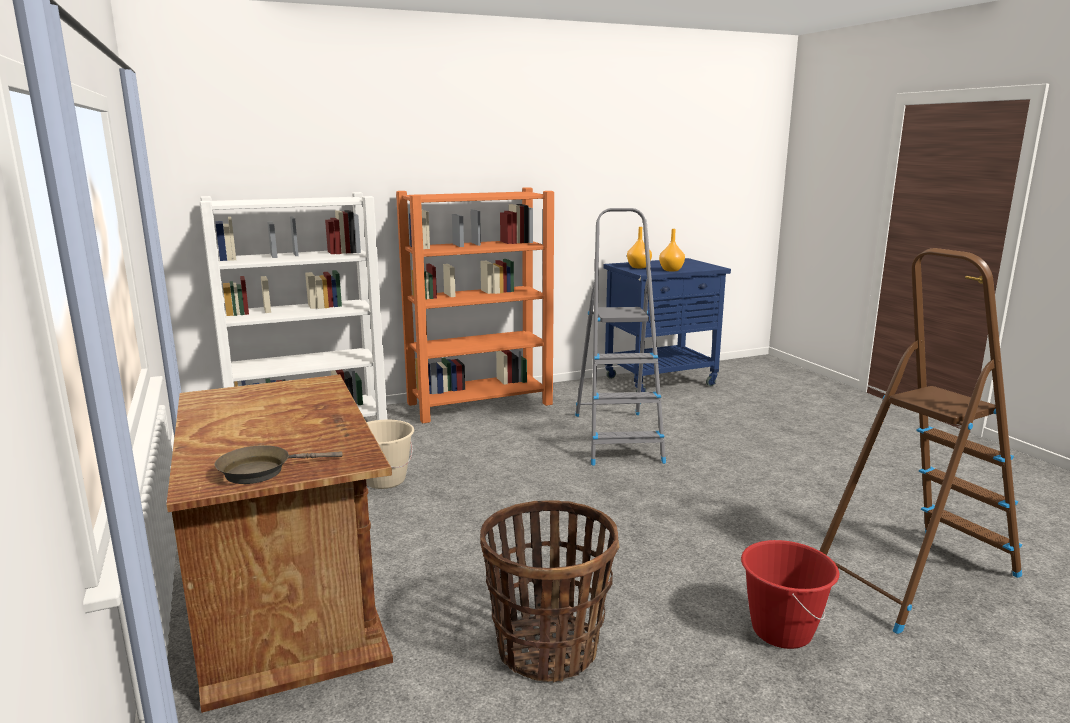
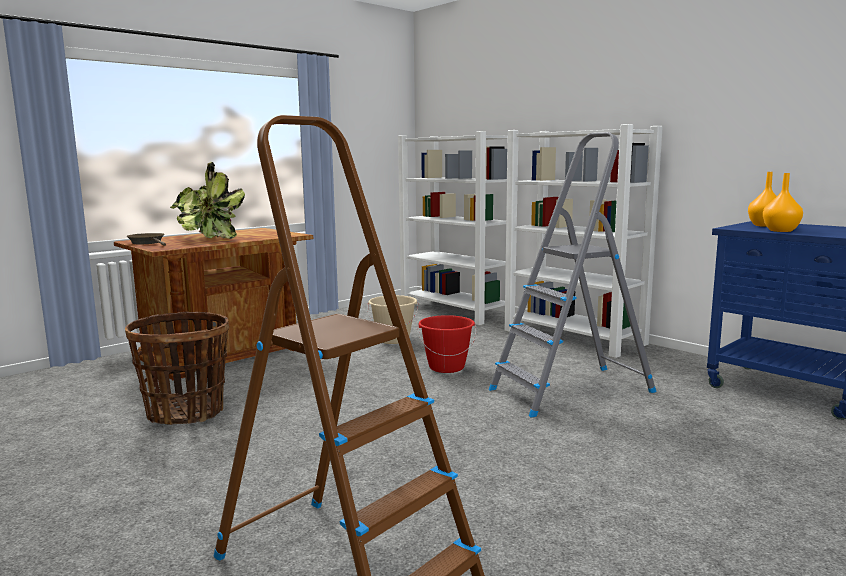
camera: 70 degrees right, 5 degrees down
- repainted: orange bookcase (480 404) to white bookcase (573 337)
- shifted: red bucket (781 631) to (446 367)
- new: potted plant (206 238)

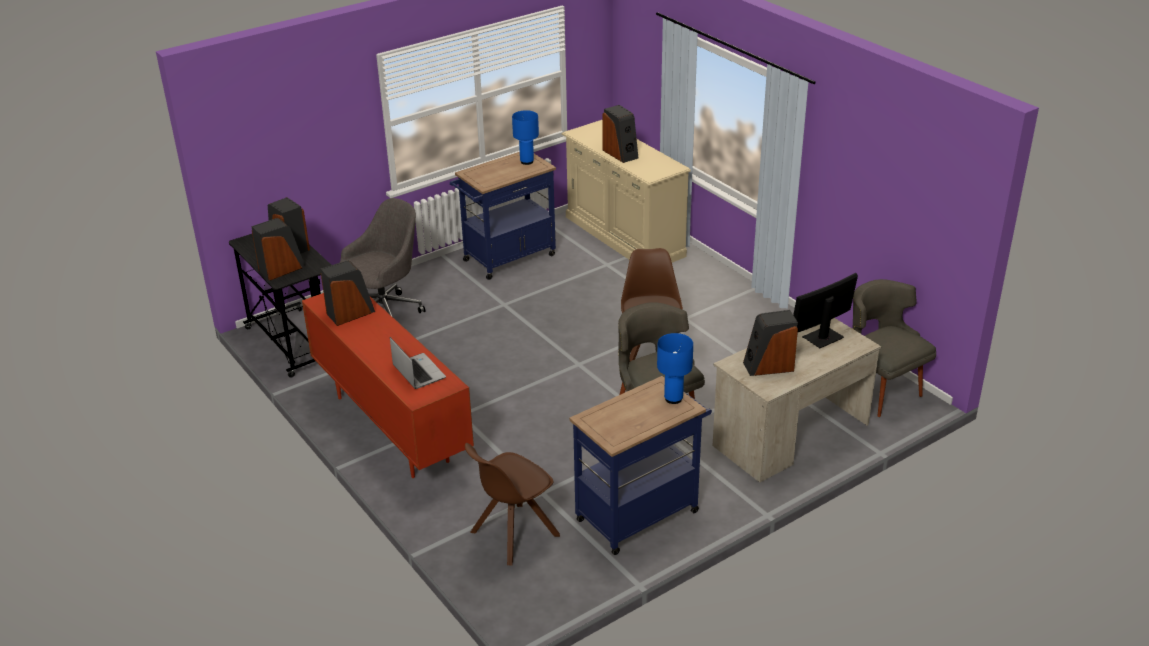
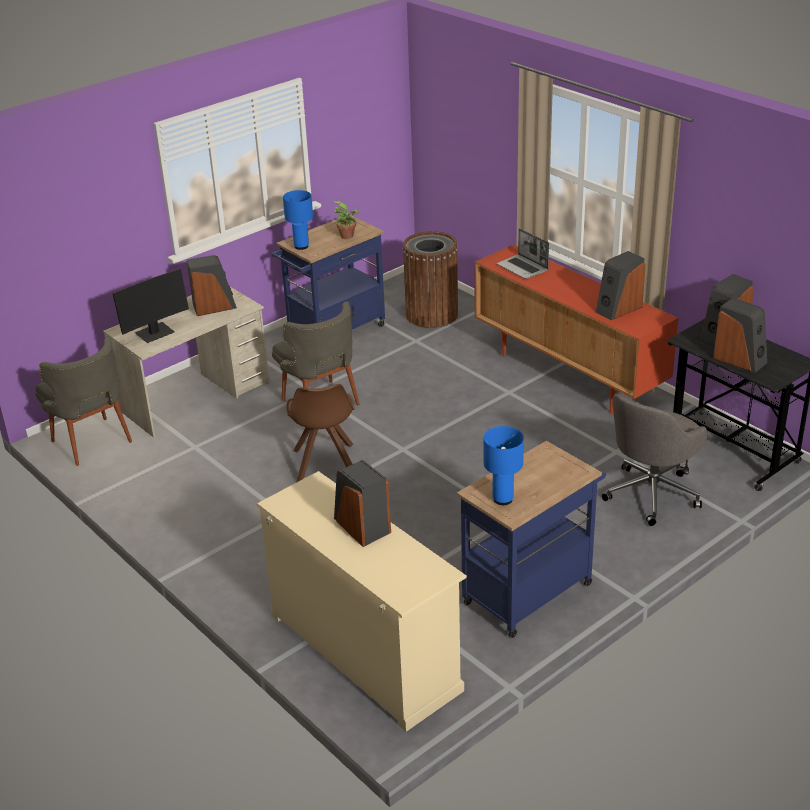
camera: 175 degrees right, 0 degrees up
- swapped: brown chair (513 534) to brown trash can (432 315)
- new: potted plant (348 236)

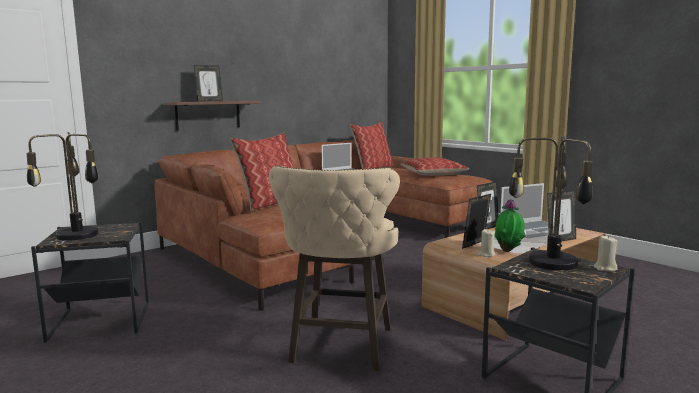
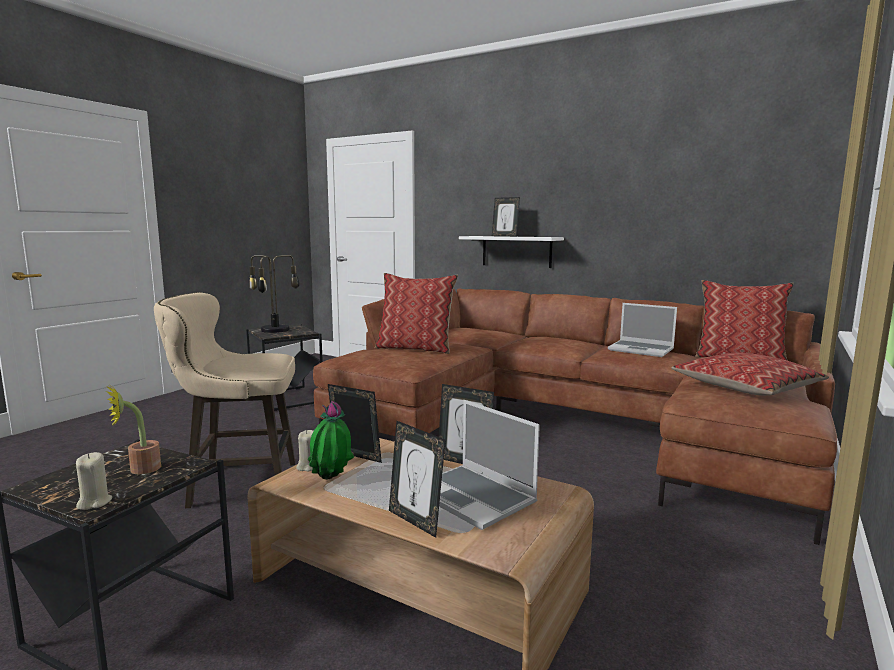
camera: 70 degrees right, 0 degrees up
- repainted: brown shelf (208 115) to white shelf (516 251)
- swapped: table lamp (551 262) to potted plant (139 470)

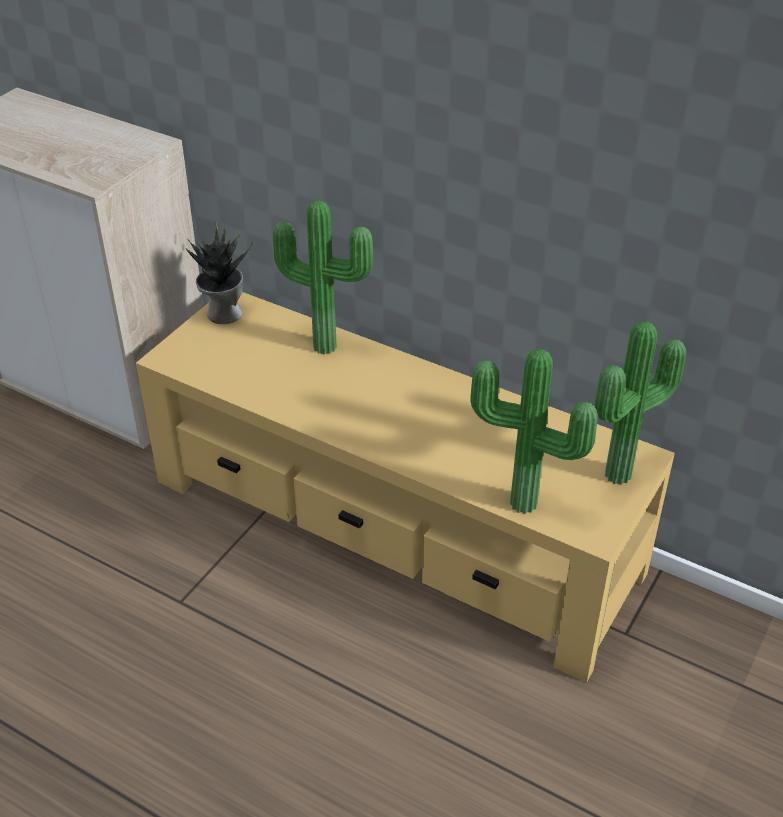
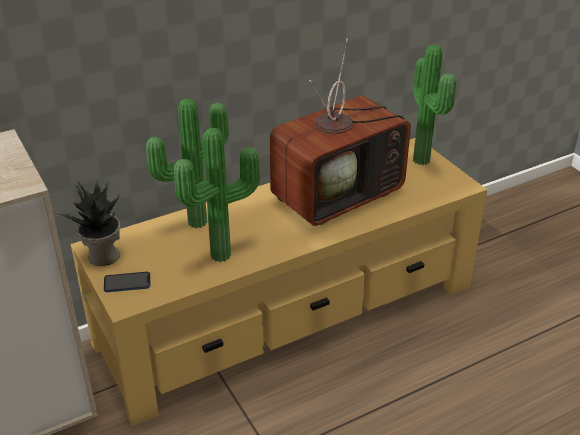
camera: 60 degrees left, 5 degrees down
- shifted: potted plant (522 507) to (223 257)
- new: phone (127 283)
- new: television (338 193)

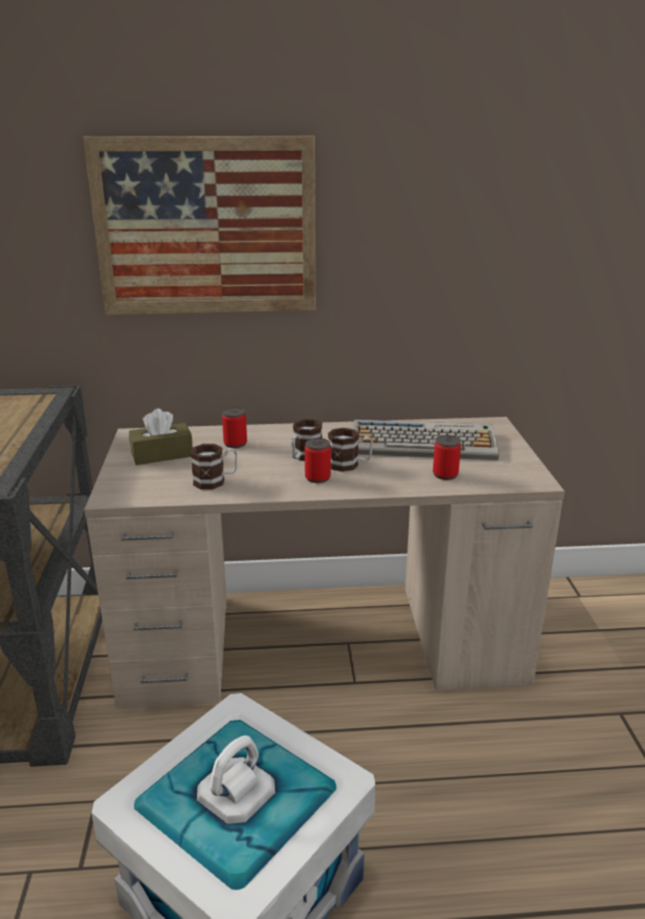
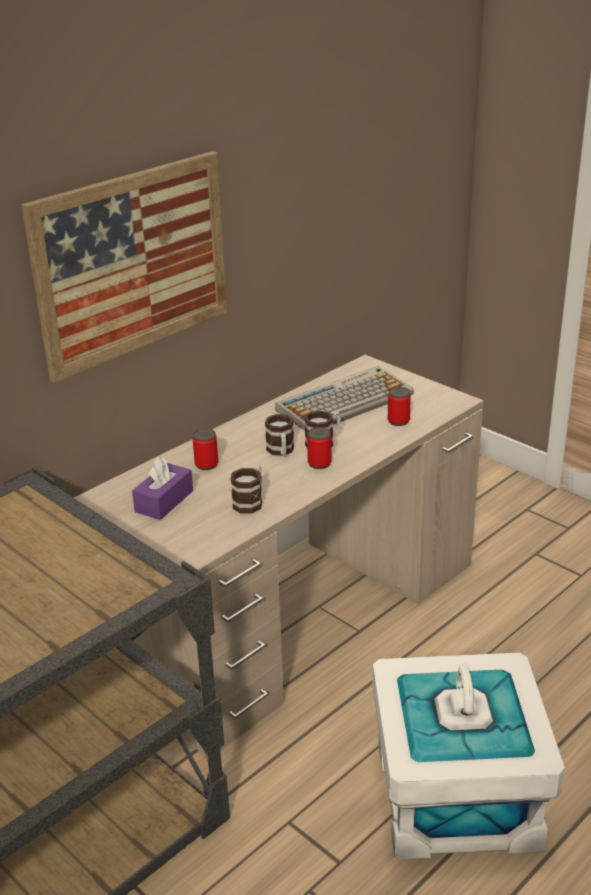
camera: 40 degrees left, 5 degrees up
- repainted: brown tissue box (162 454) to purple tissue box (164 501)

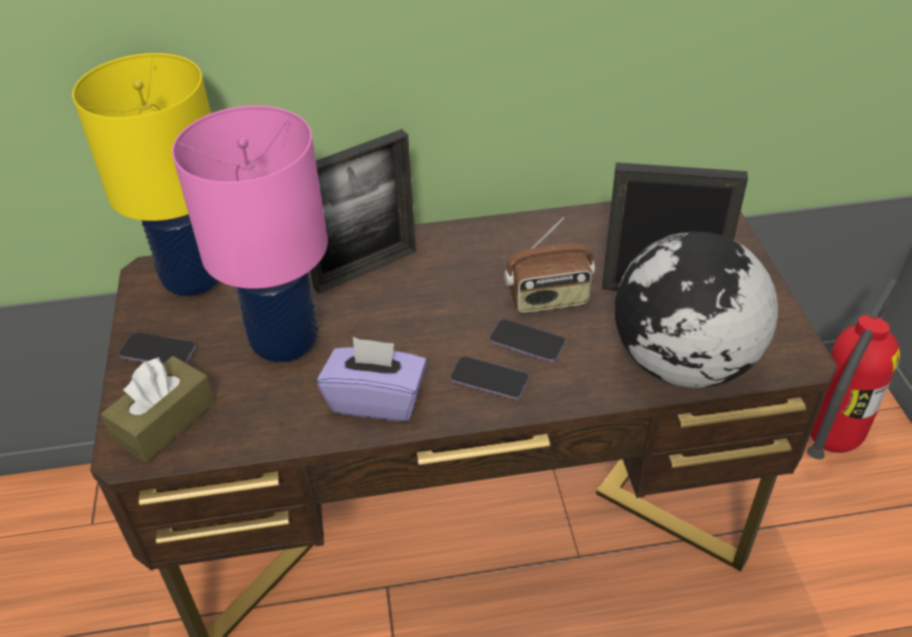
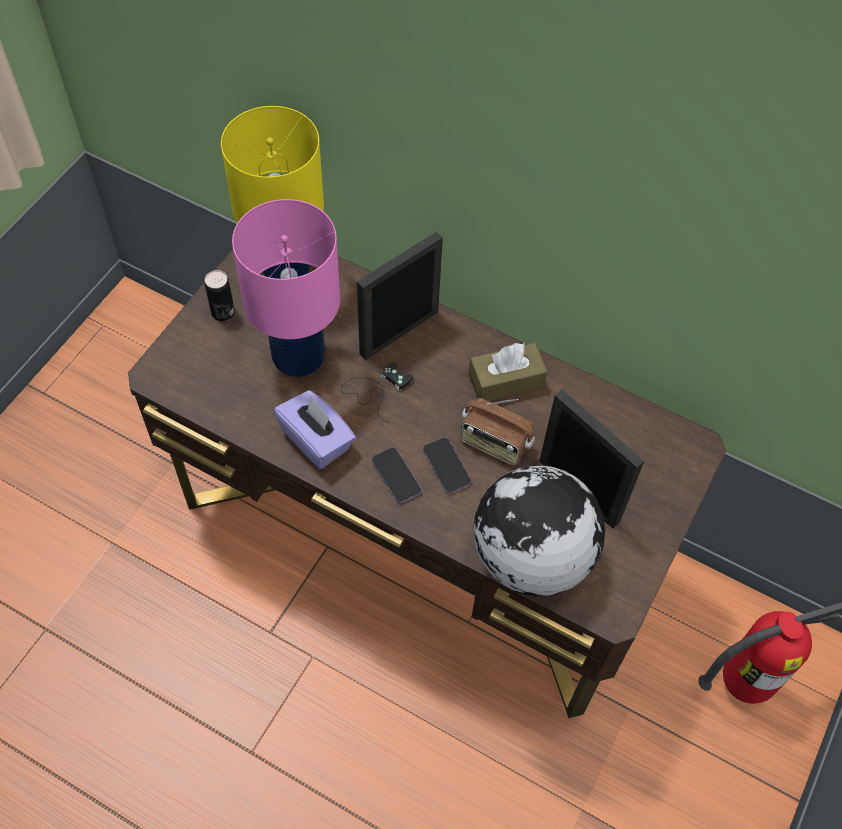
camera: 35 degrees right, 15 degrees up
- shifted: brown tissue box (164 421) to (506 381)
- swapped: phone (158 352) to can (223 312)
- rotated: picture frame (365 269) = (399 333) 135 degrees clockwise
- new: black game controller (376 390)

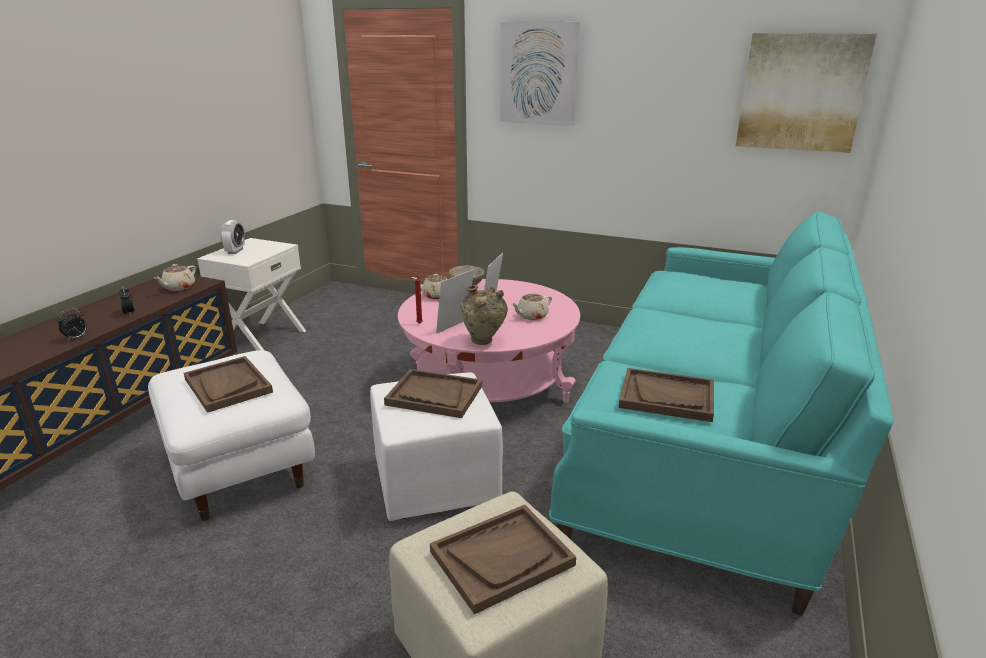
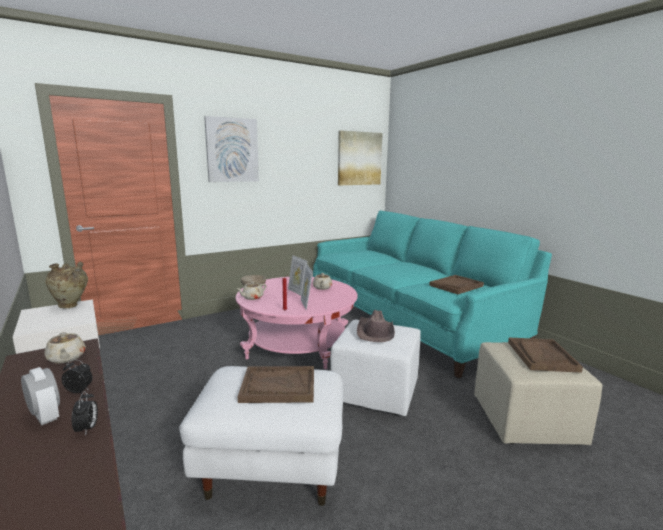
camera: 55 degrees left, 10 degrees down
- shifted: alarm clock (235 251) to (45 416)
- swapped: brown tray (434 395) to brown hat (375 331)
- shifted: beige vase (483 342) to (71 306)

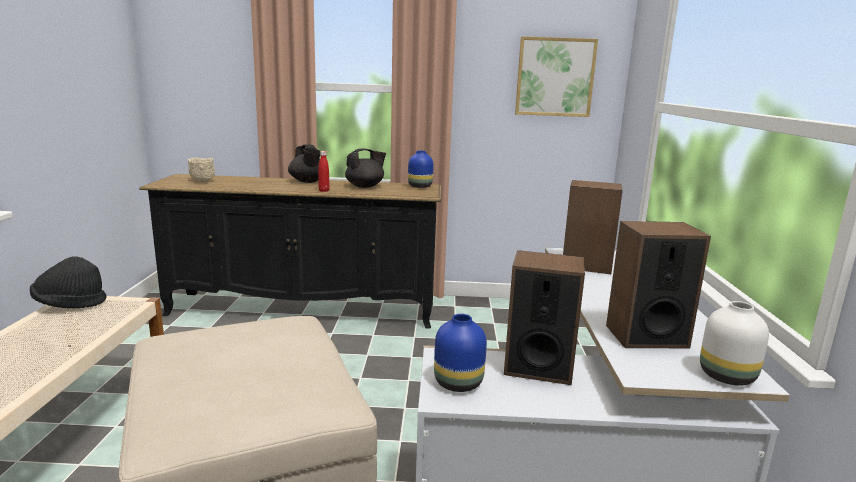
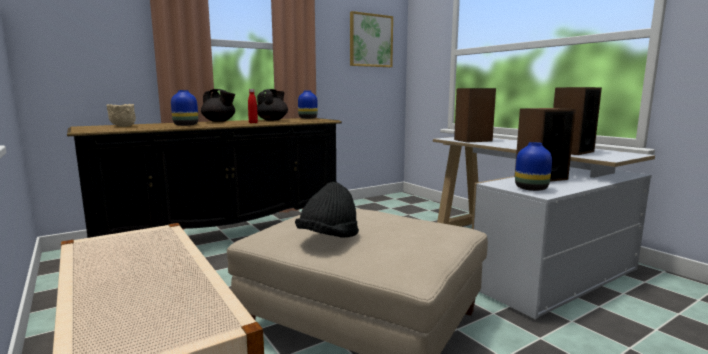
camera: 35 degrees left, 5 degrees down
- shifted: black hat (70 304) to (328 238)
- gone: white vase (725 375)
- new: blue vase (186 125)

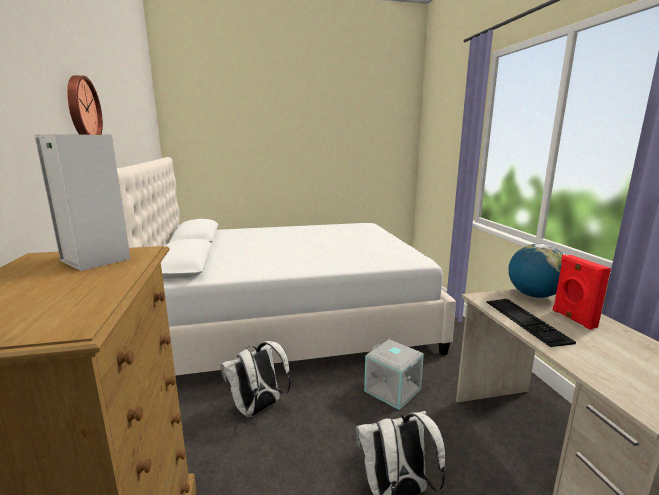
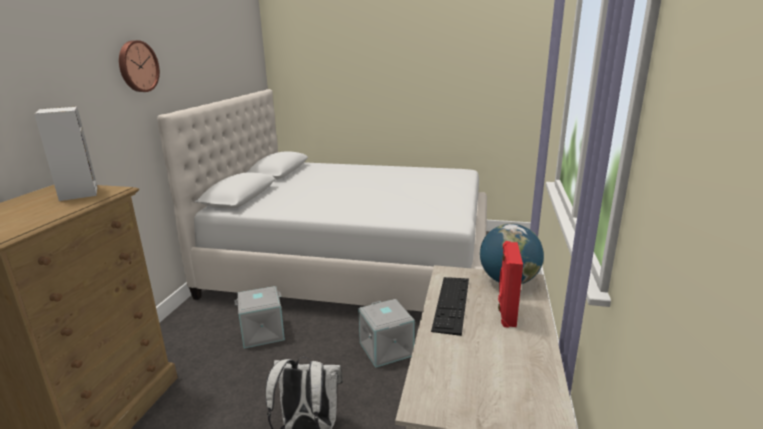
camera: 25 degrees right, 5 degrees up
- swapped: white backpack (258 409) to grey storage box (262 333)

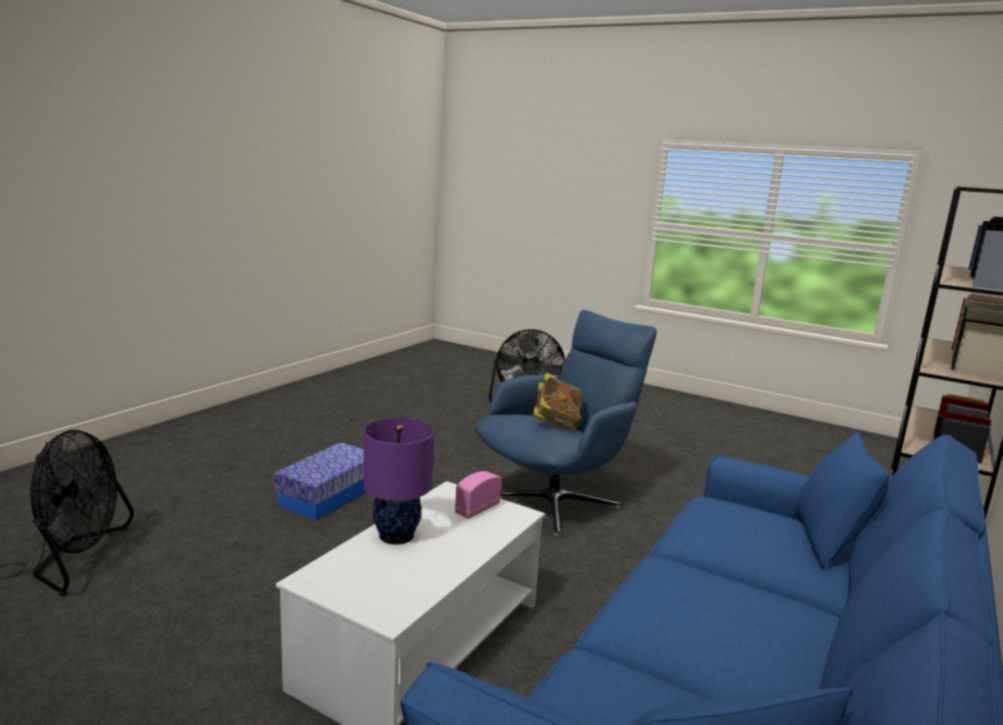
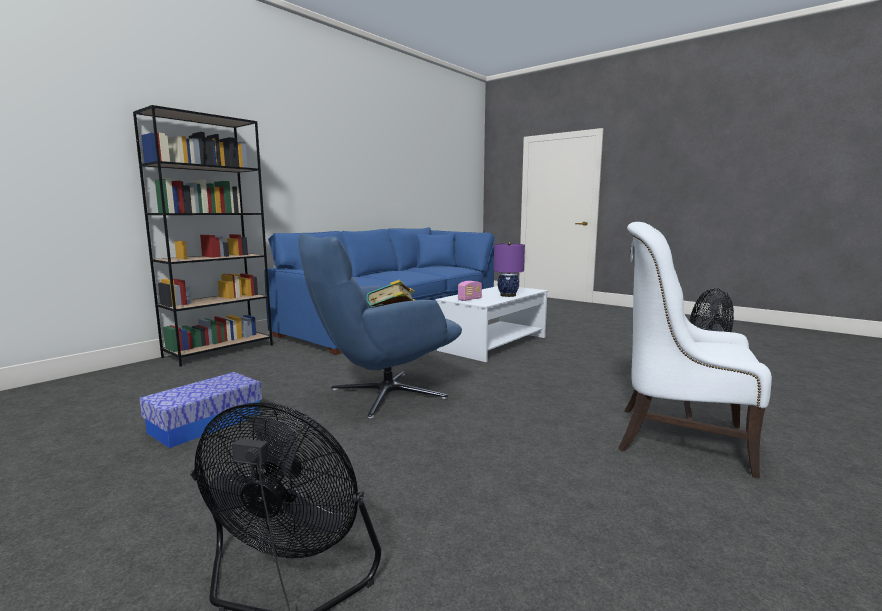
camera: 170 degrees left, 5 degrees down
- shifted: storage box (329 495) to (206 424)
- new: white chair (679 438)

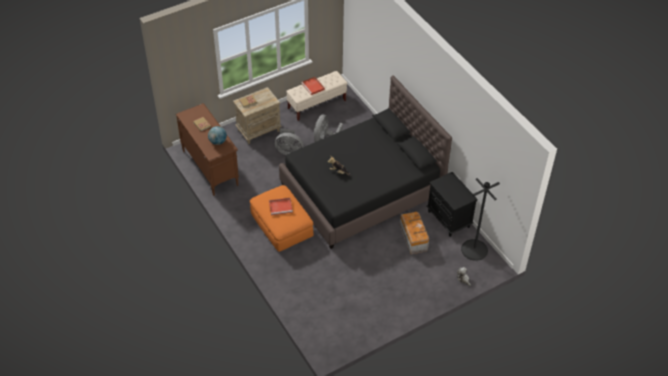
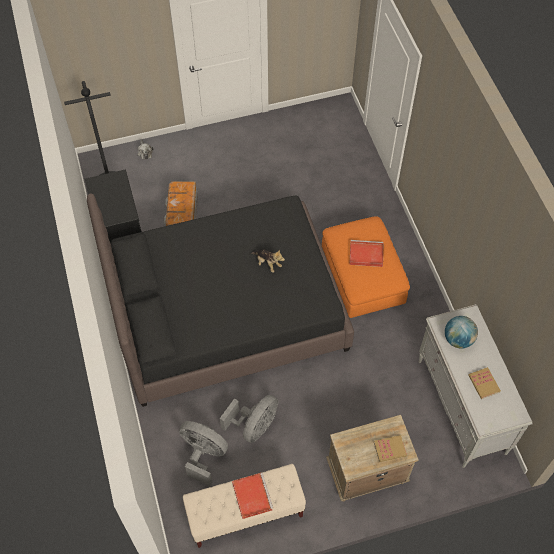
camera: 165 degrees left, 10 degrees up
- repainted: brown dresser (210 167) to white dresser (460 407)
- shifted: grey fan (289 151) to (203 454)

